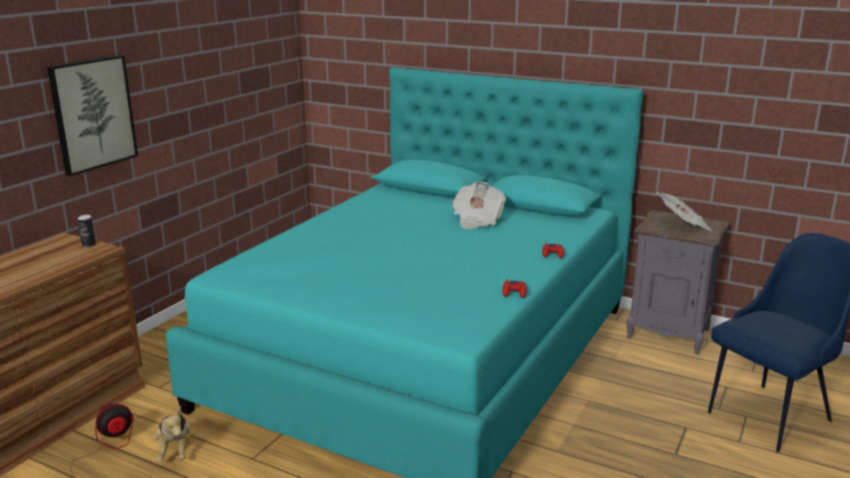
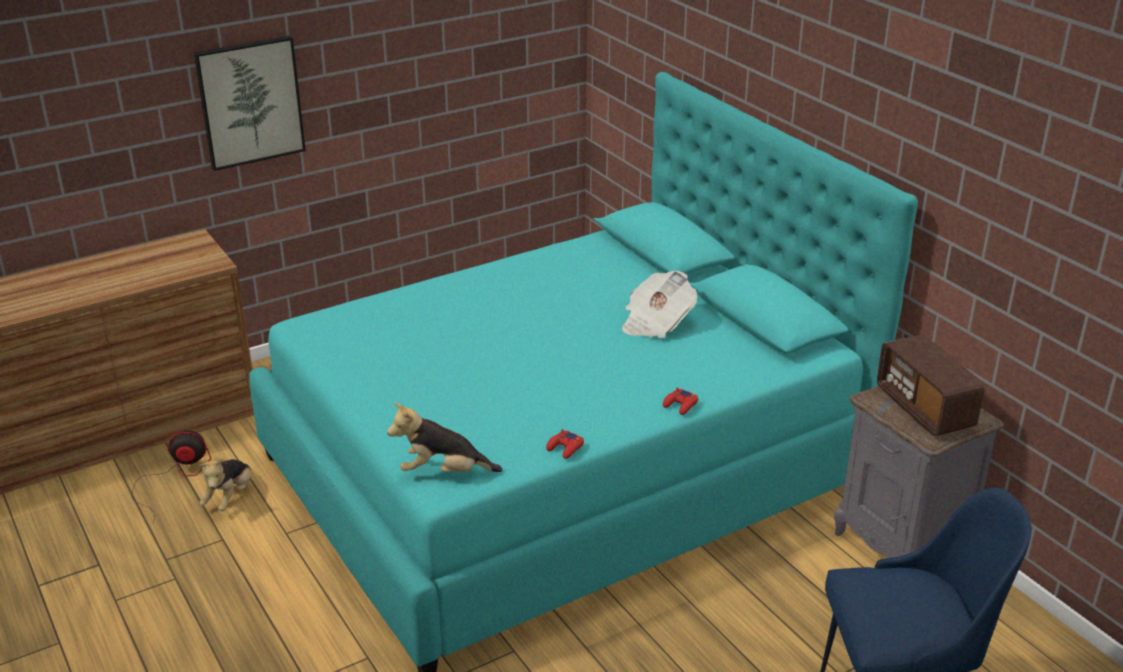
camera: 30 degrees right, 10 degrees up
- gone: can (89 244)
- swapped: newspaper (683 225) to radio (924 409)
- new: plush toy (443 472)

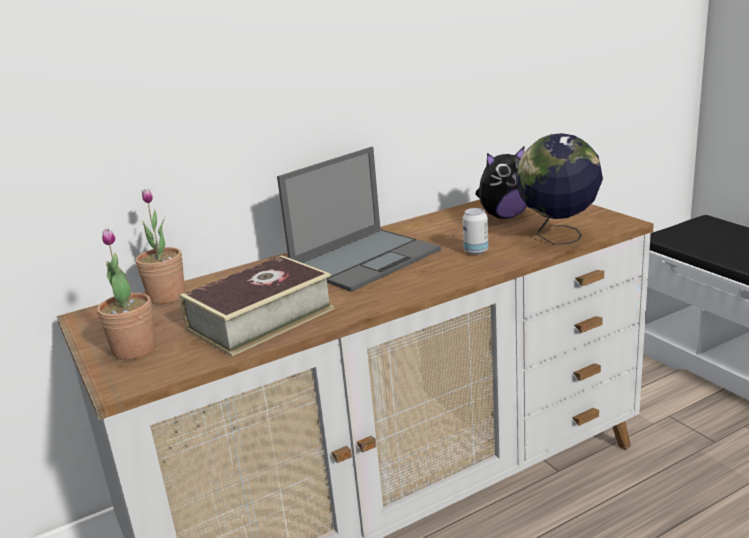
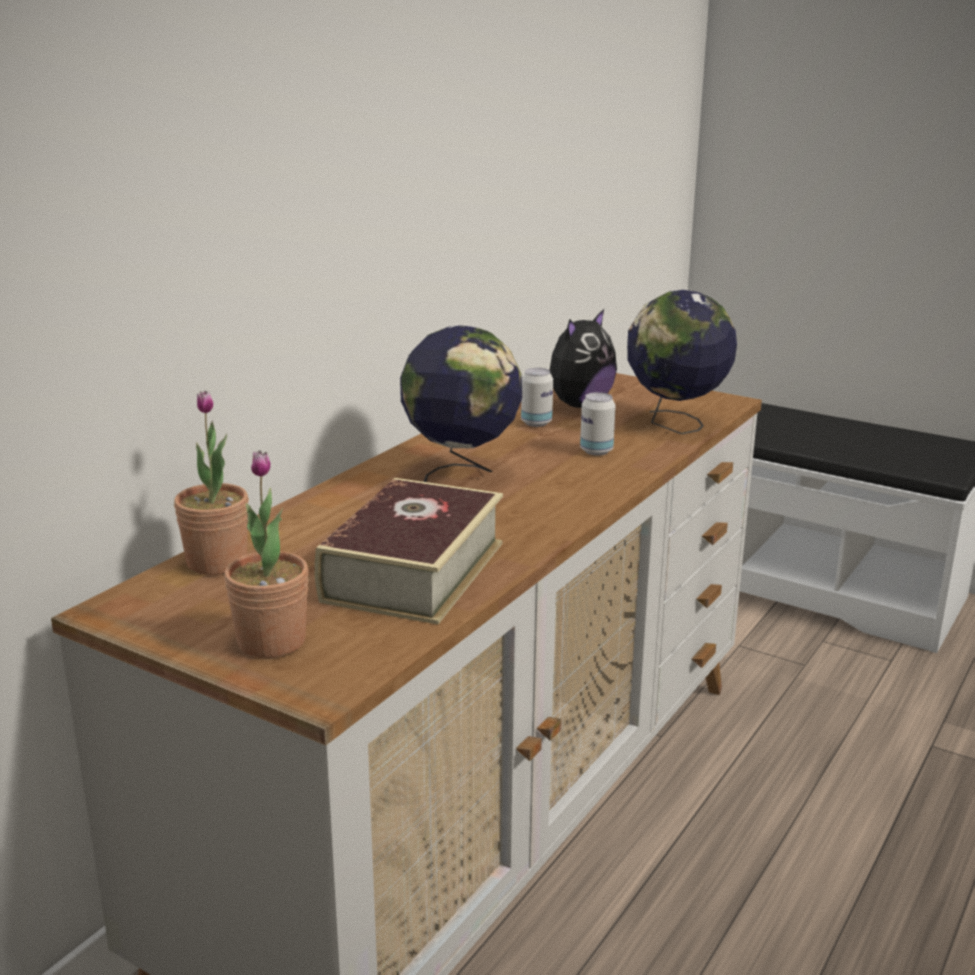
camera: 30 degrees left, 0 degrees up
- swapped: laptop (366 258) to globe (461 475)
- new: can (536 423)

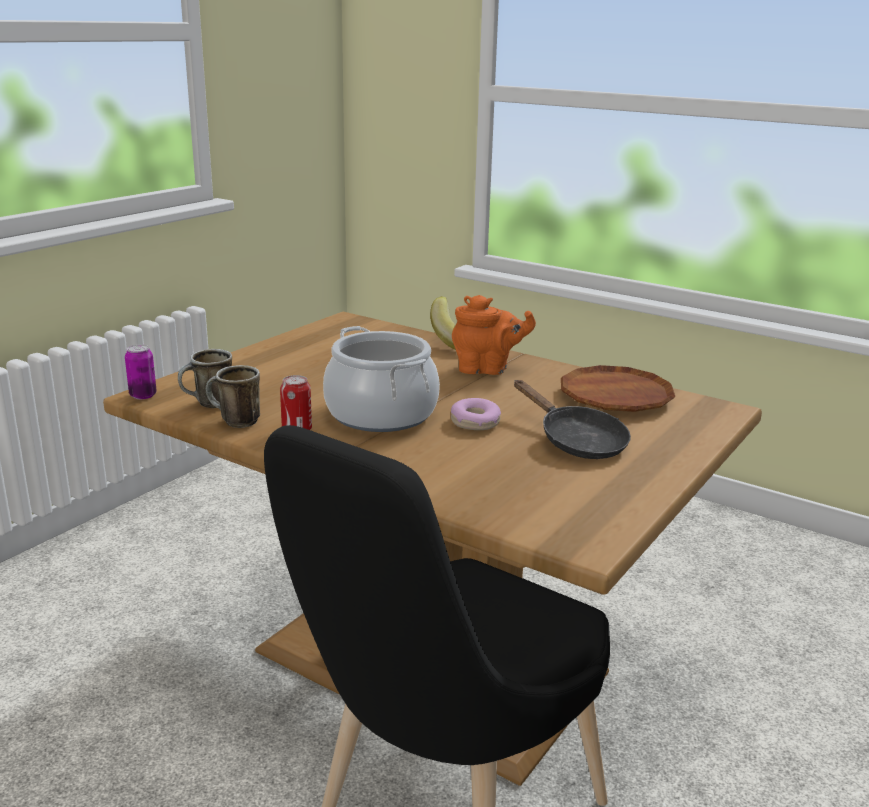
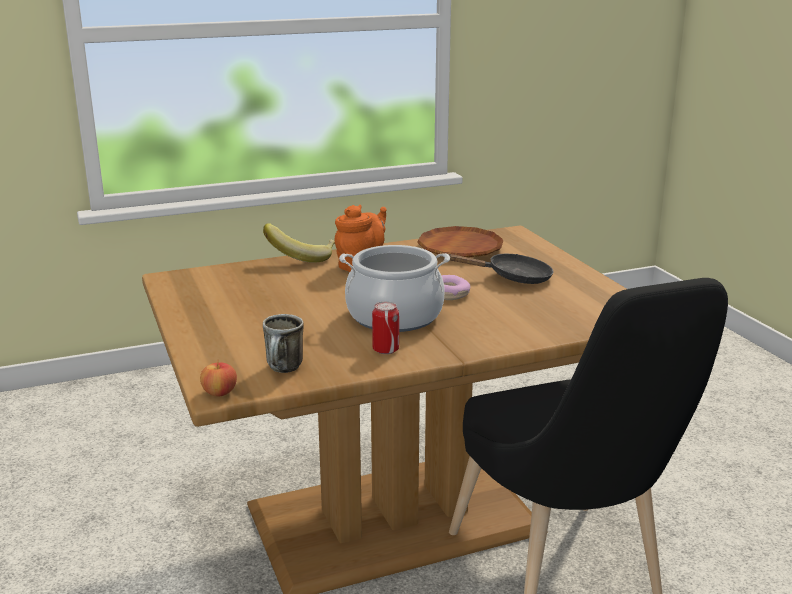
camera: 55 degrees left, 0 degrees up
- swapped: can (143 395) to apple (219 392)
- gone: mug (234 422)

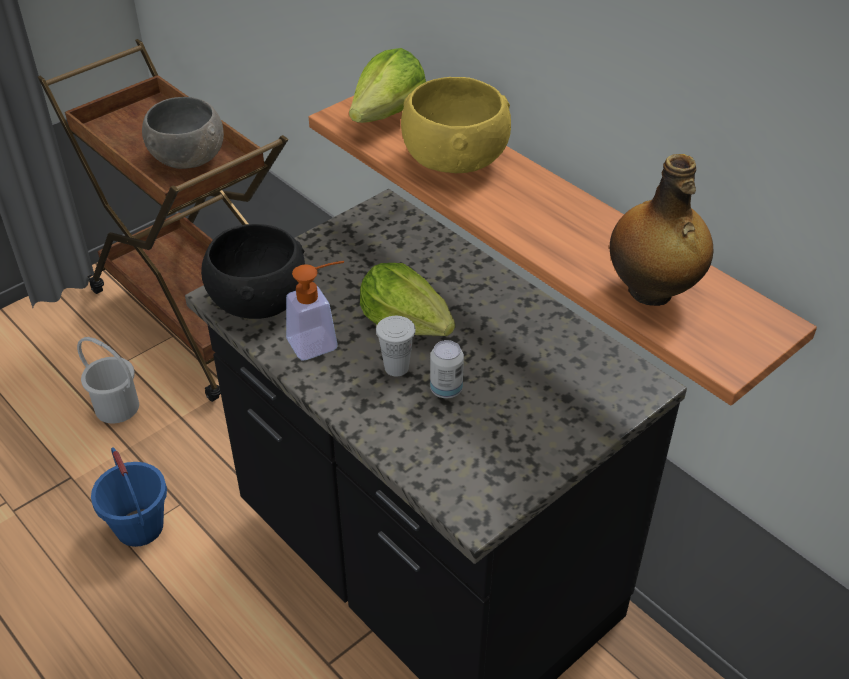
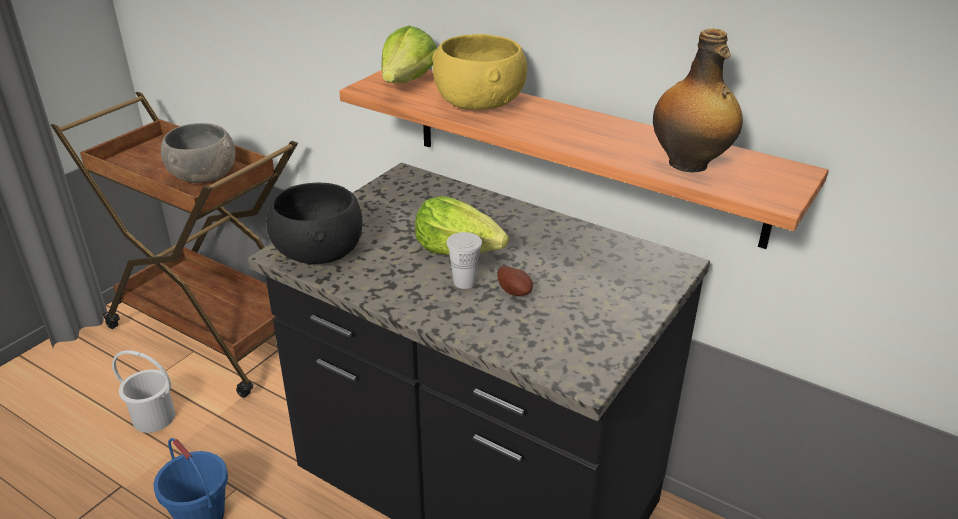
camera: 15 degrees left, 10 degrees down
- gone: soap dispenser (320 341)
- swapped: can (446 389) to potato (515 291)

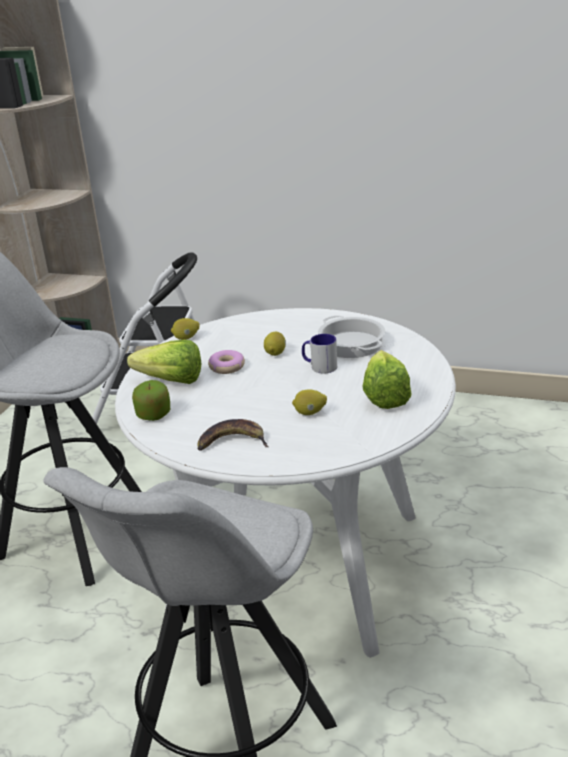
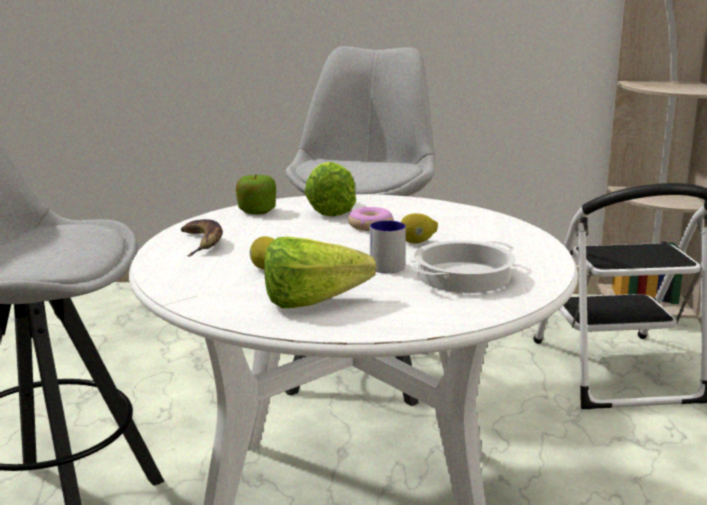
camera: 75 degrees right, 10 degrees down
- gone: lemon (186 338)

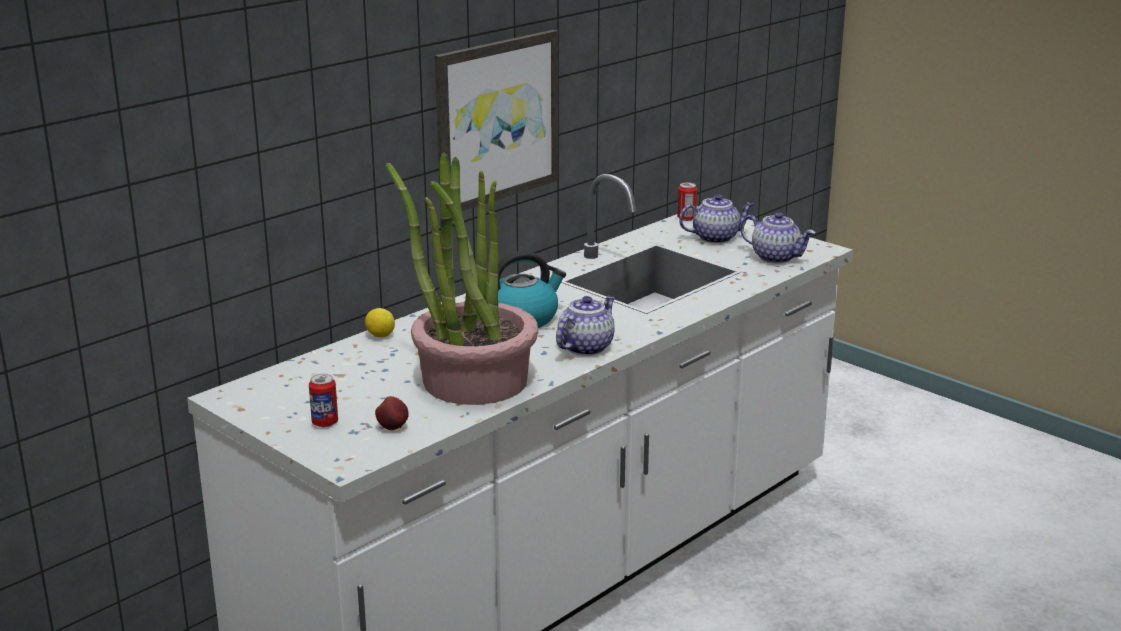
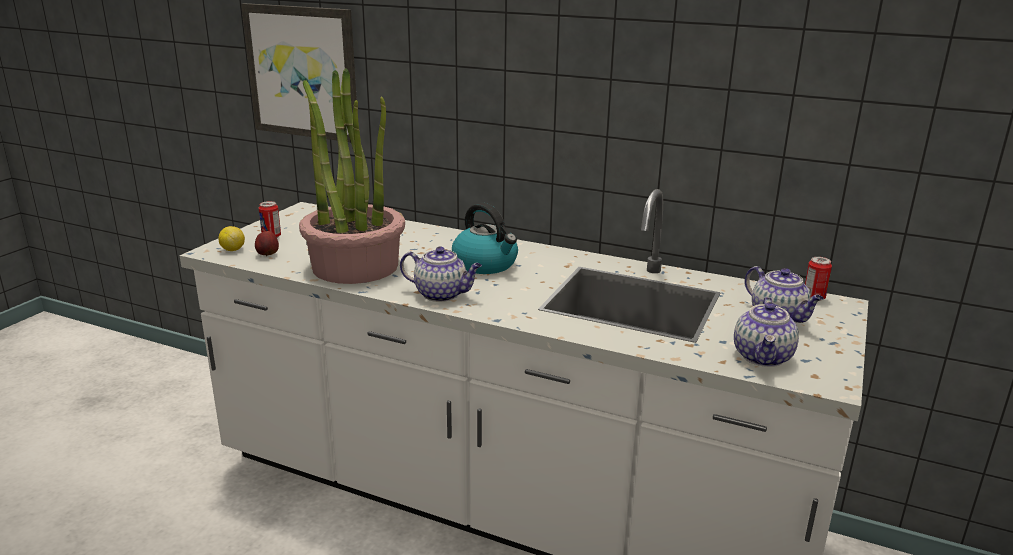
camera: 70 degrees right, 0 degrees up
- shifted: lemon (380 336) to (233 249)
- shifted: picture (496 120) to (303 72)

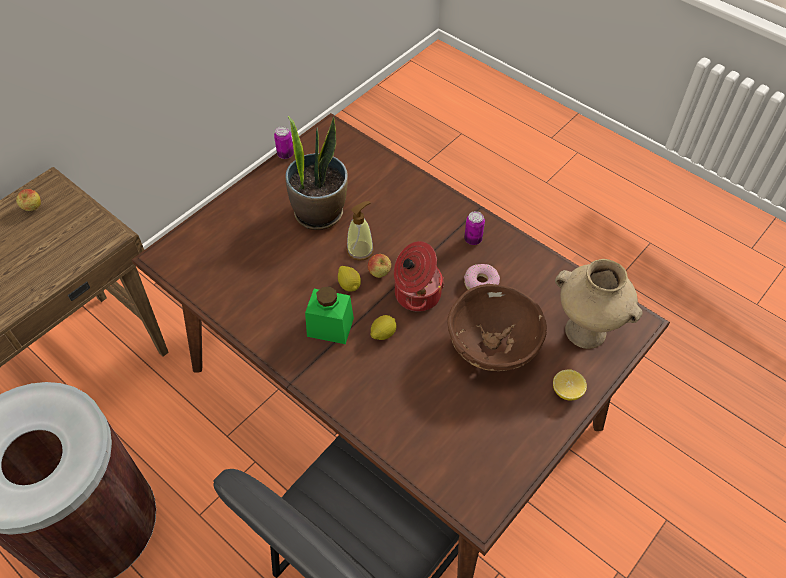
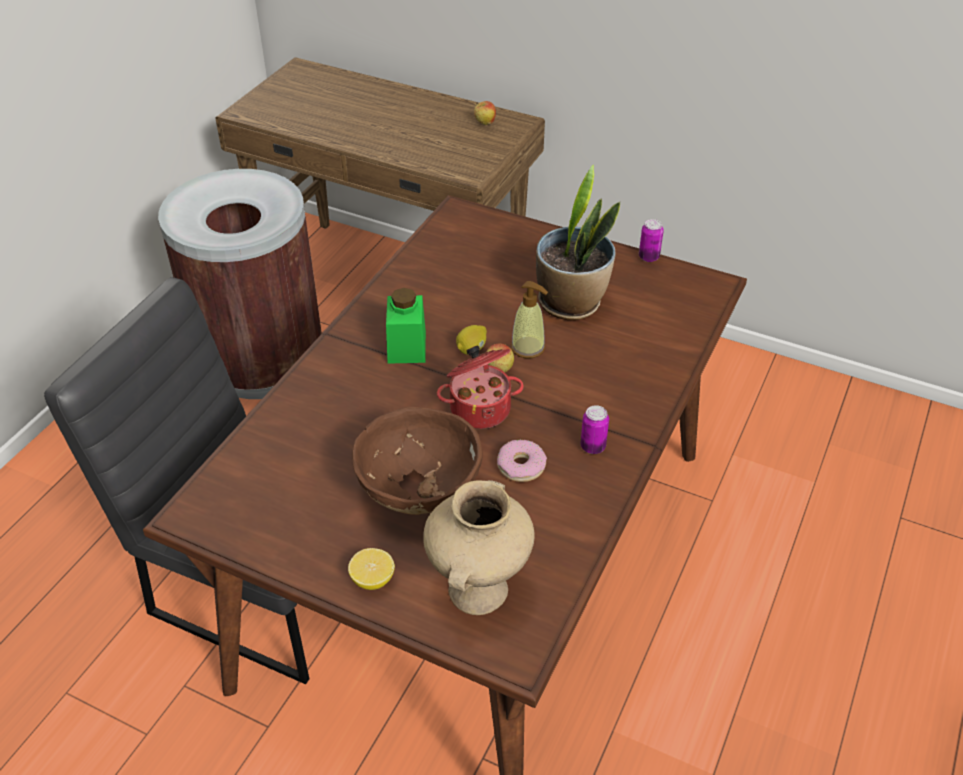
camera: 75 degrees right, 10 degrees down
- gone: lemon (383 334)

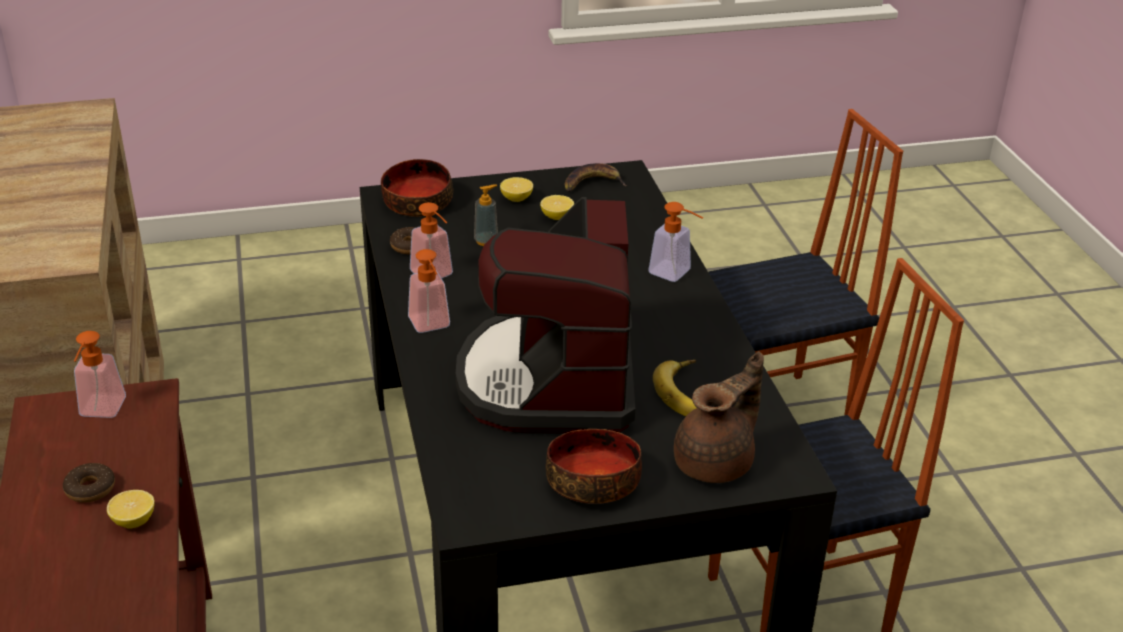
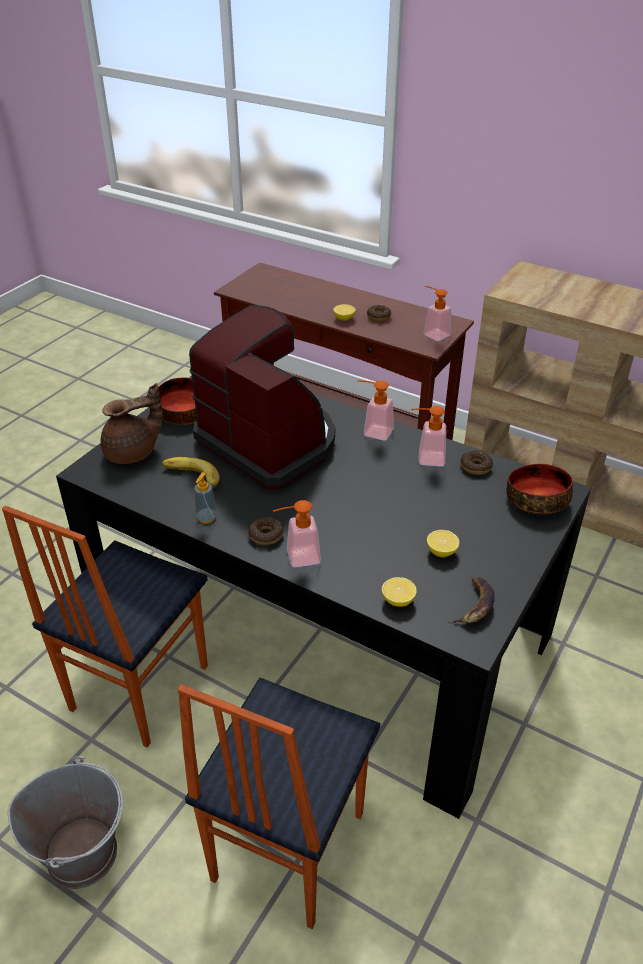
camera: 135 degrees right, 5 degrees up
- shifted: soap dispenser (486 241) to (206 518)
- shifted: lemon (516 199) to (398 600)
- rotated: brown teapot (716 462) = (133 453) 120 degrees counterclockwise
- new: grey bucket (83 853)
- new: donut (266 535)

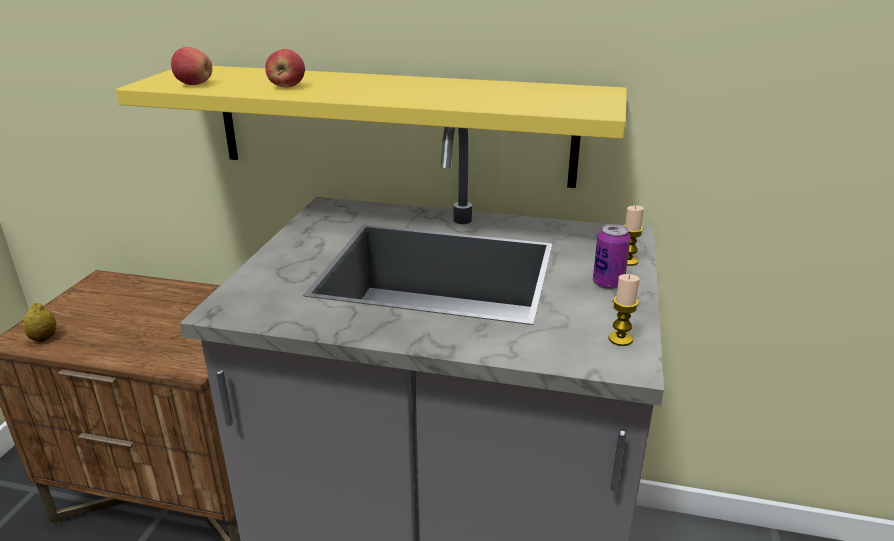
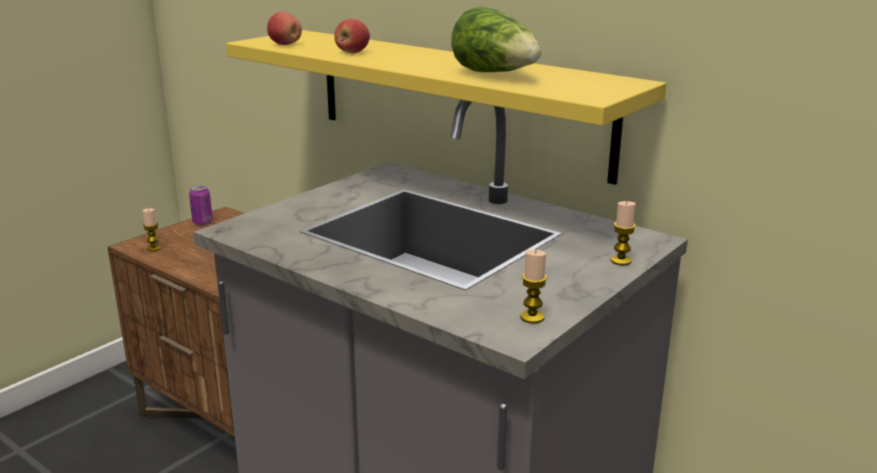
camera: 25 degrees right, 5 degrees down
- swapped: lemon (44 338) to candle (154 248)
- shifted: can (608 283) to (202 222)
- new: lettuce (496 74)

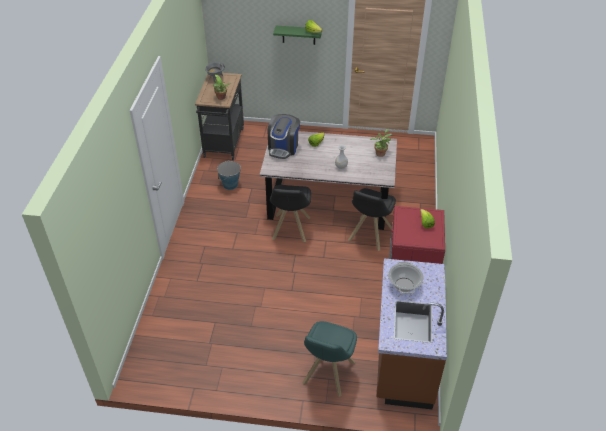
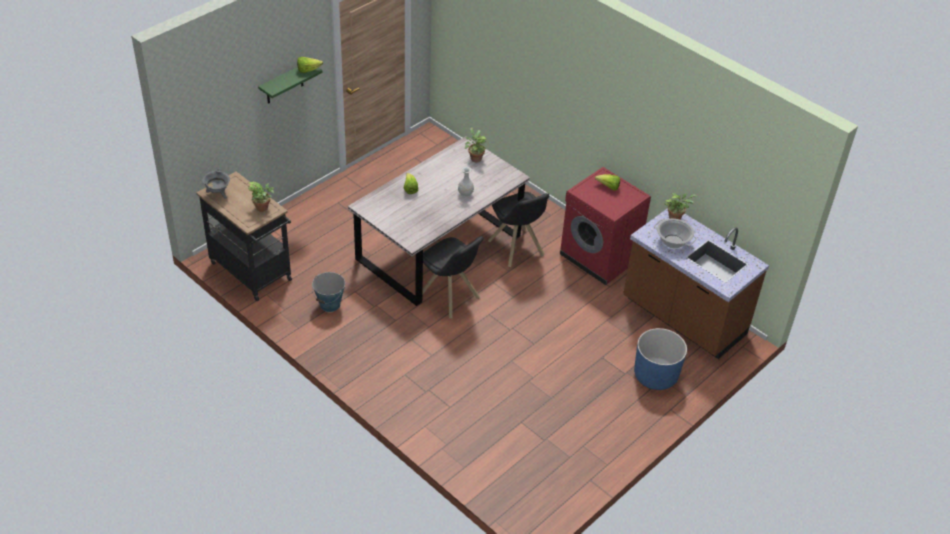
camera: 55 degrees left, 0 degrees up
- gone: coffee machine (283 148)
- swapped: turquoise chair (328 373) to blue planter (655 375)
- new: potted plant (676 217)

